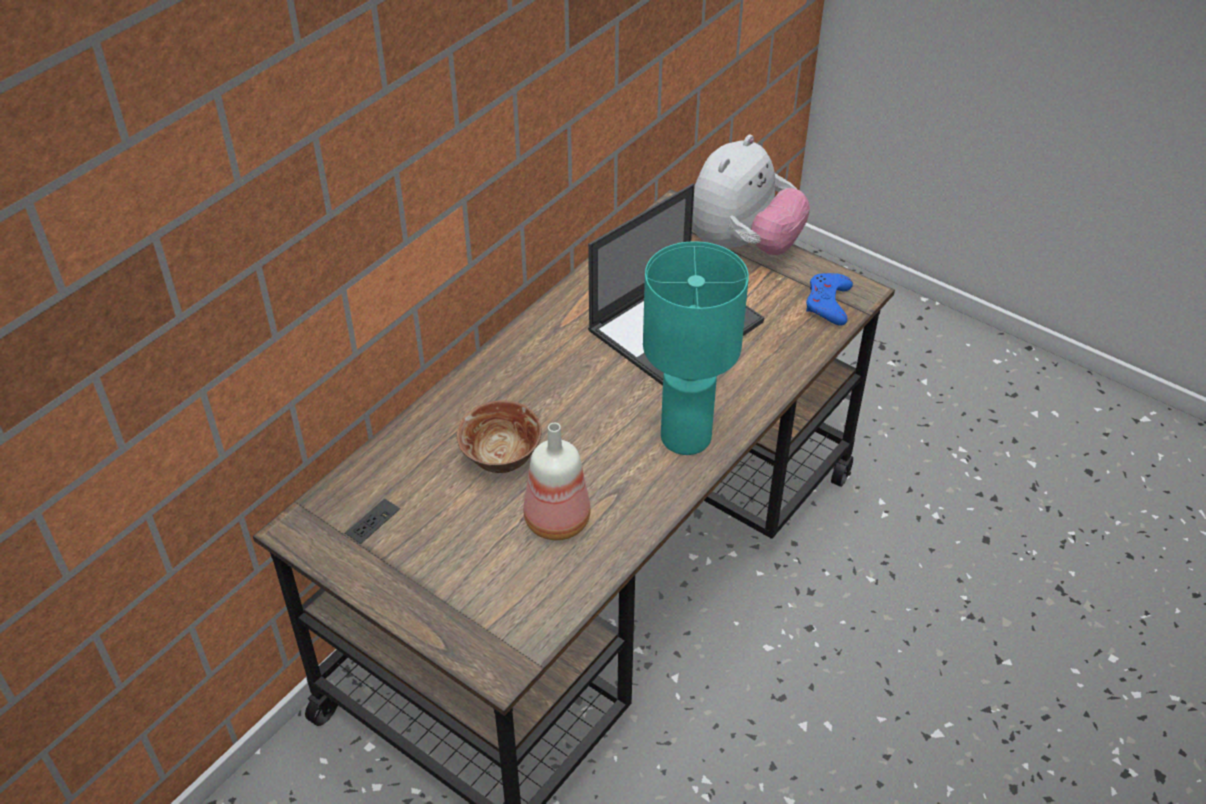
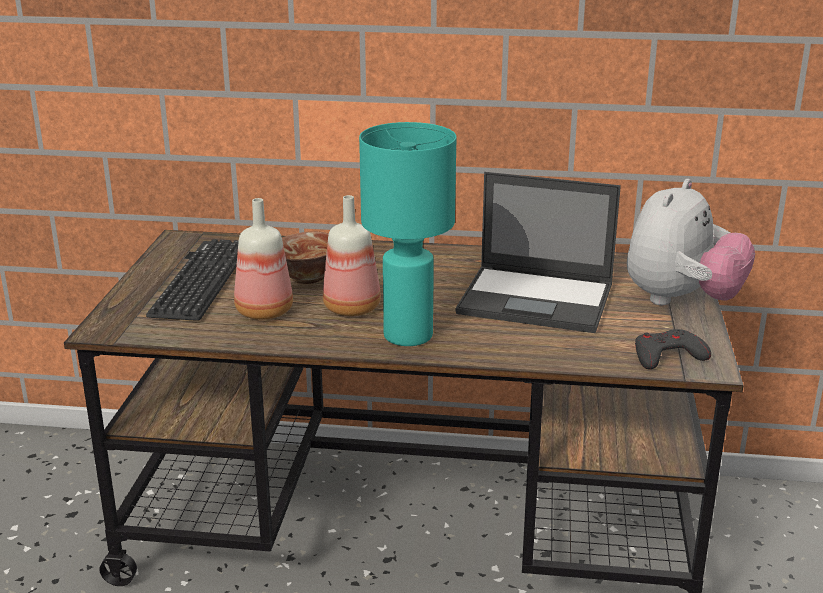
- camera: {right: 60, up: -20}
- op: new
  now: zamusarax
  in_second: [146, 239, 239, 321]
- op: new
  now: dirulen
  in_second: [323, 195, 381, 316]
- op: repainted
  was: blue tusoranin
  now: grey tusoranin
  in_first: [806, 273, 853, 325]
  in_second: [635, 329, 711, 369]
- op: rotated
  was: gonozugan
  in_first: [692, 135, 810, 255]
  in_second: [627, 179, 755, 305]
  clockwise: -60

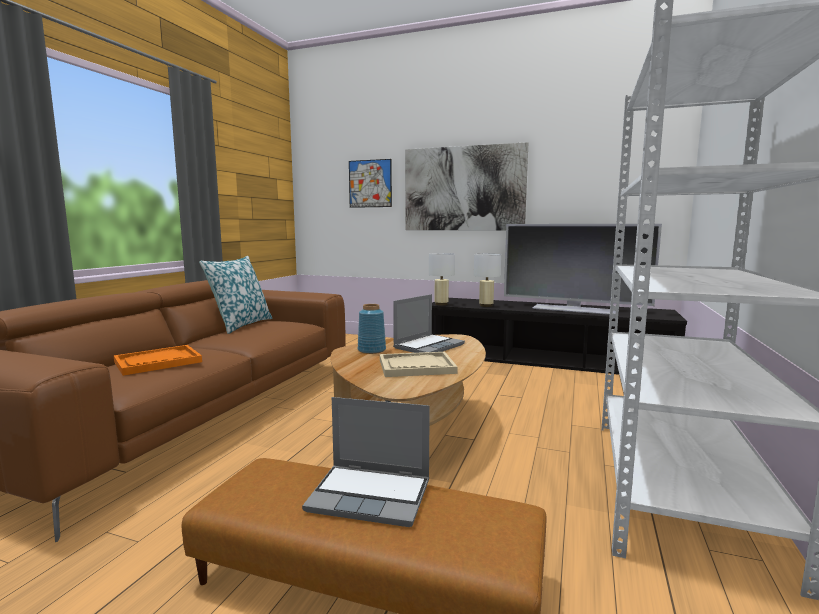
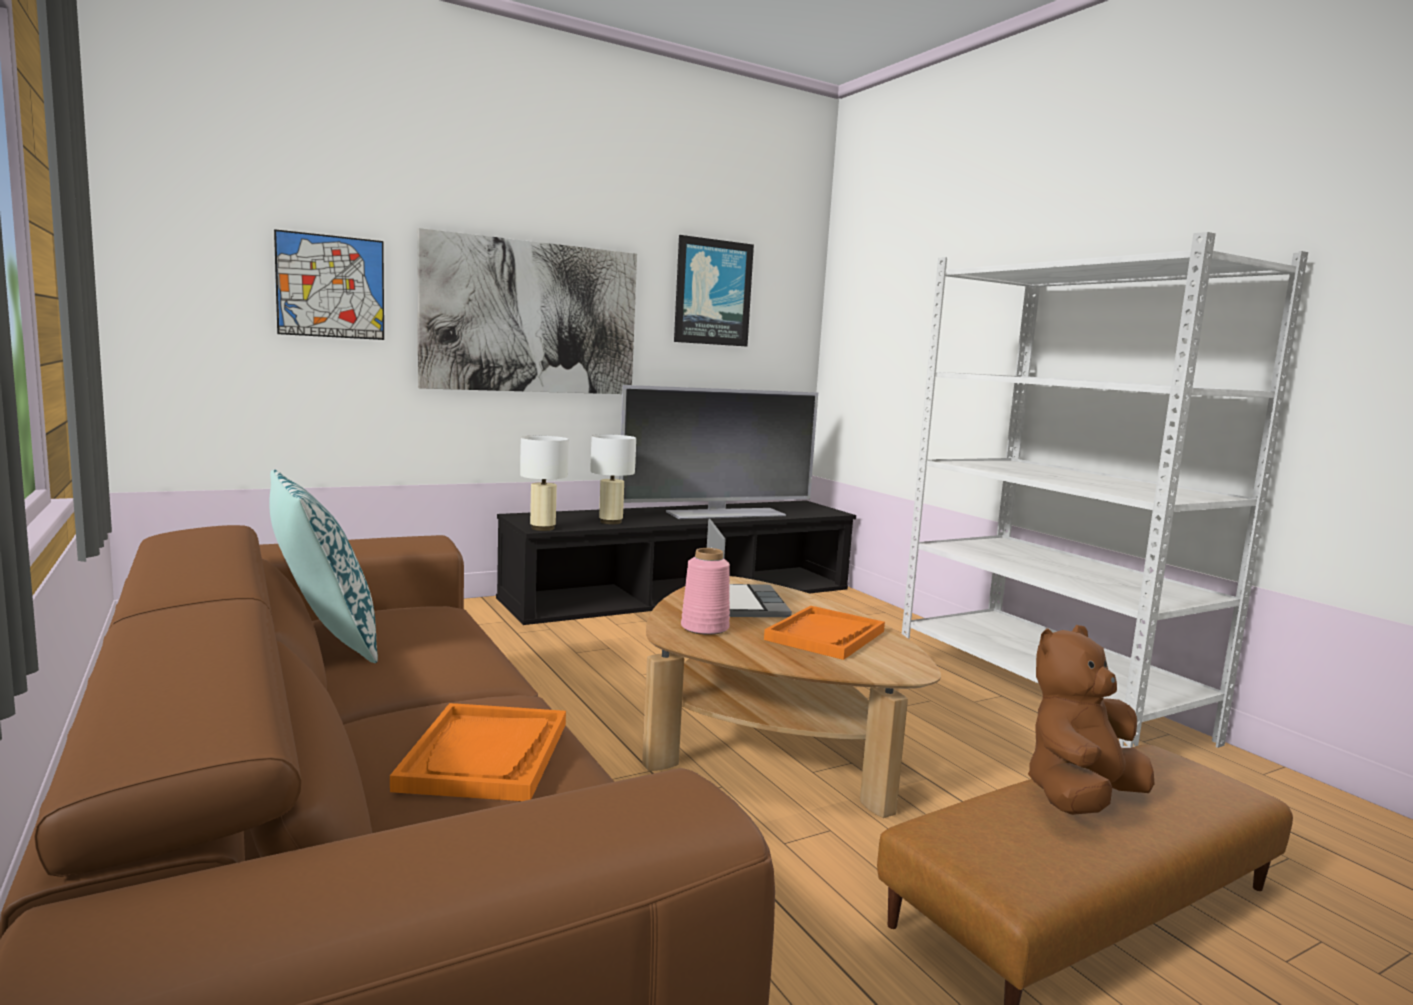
- camera: {right: -50, up: 0}
- op: new
  now: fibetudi
  in_second: [674, 235, 754, 346]
- op: swapped
  was: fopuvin
  now: brown gonozugan
  in_first: [302, 397, 430, 527]
  in_second: [1028, 625, 1155, 815]
- op: repainted
  was: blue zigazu
  now: pink zigazu
  in_first: [358, 304, 386, 354]
  in_second: [681, 548, 730, 635]
- op: repainted
  was: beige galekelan
  now: orange galekelan
  in_first: [380, 352, 458, 377]
  in_second: [764, 606, 885, 660]

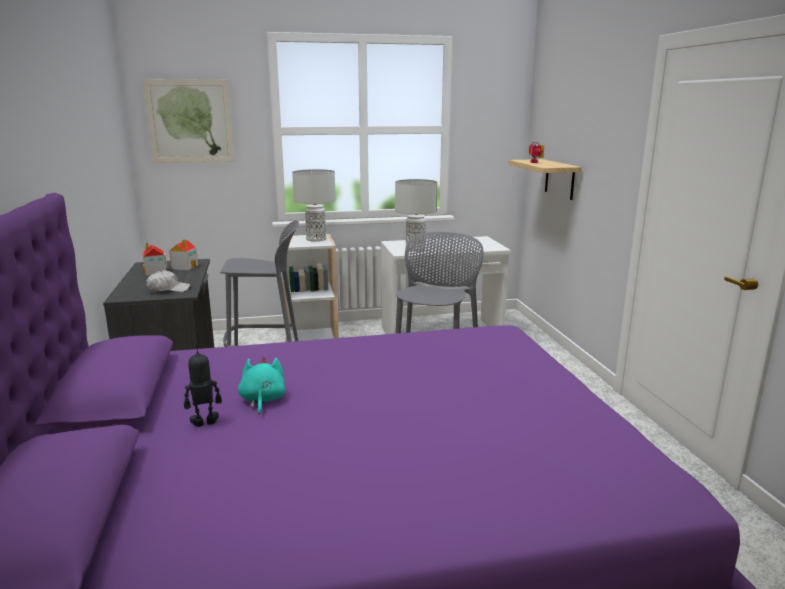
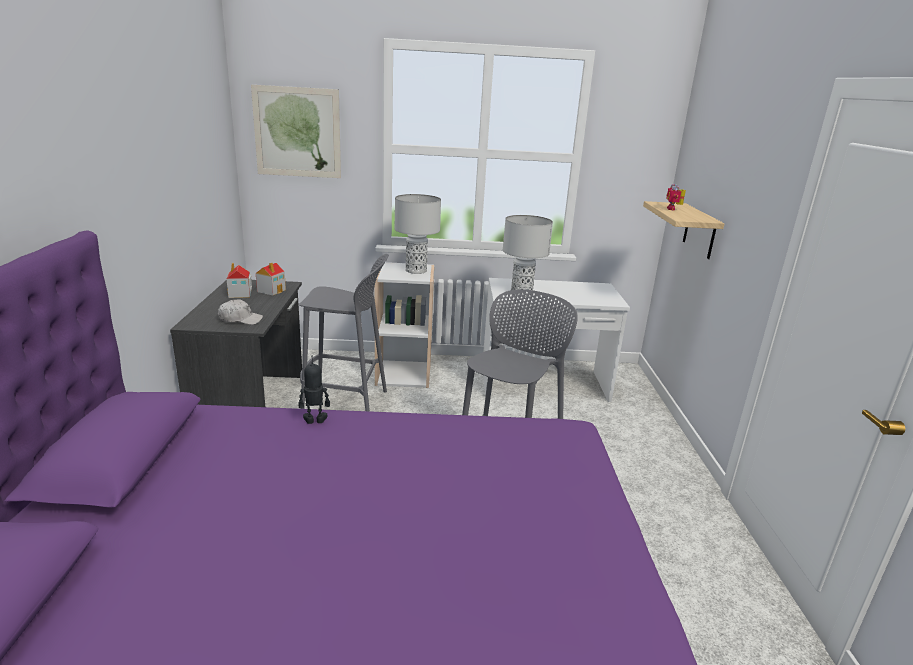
- camera: {right: 10, up: 5}
- op: gone
  was: turquoise gonozugan
  in_first: [238, 356, 285, 415]
- op: shifted
  was: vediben
  in_first: [184, 344, 222, 427]
  in_second: [298, 356, 330, 424]

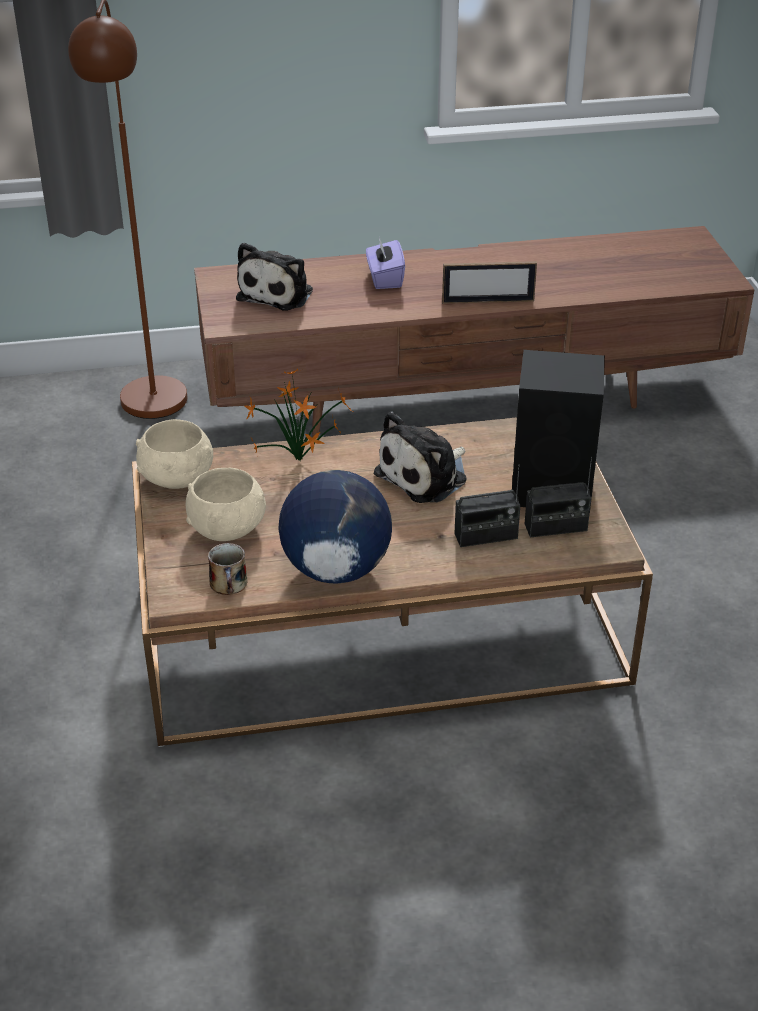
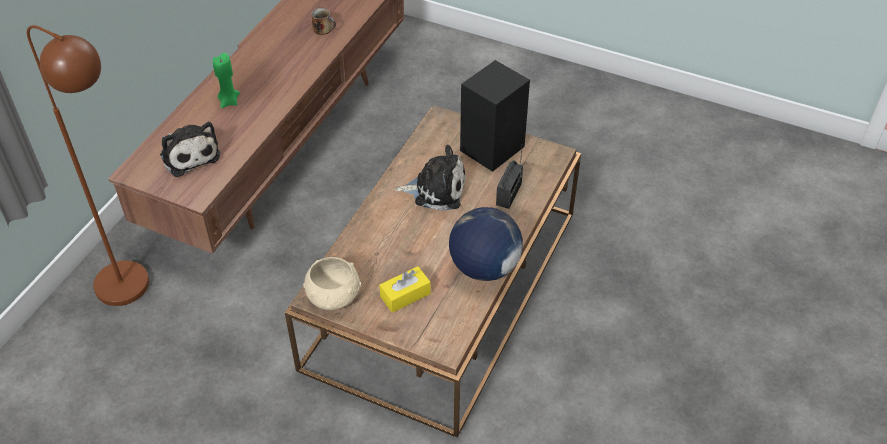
- camera: {right: -55, up: 10}
- op: gone
  was: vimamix
  in_first: [245, 369, 352, 461]
- op: gone
  was: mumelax
  in_first: [442, 261, 537, 304]
- op: gone
  was: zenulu
  in_first: [525, 457, 592, 537]
- op: shifted
  was: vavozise
  in_first: [208, 543, 248, 595]
  in_second: [311, 8, 336, 35]
- op: swapped
  was: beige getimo
  now: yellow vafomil
  in_first: [186, 468, 266, 541]
  in_second: [379, 266, 431, 313]
- op: swapped
  was: purple vafomil
  now: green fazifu
  in_first: [366, 237, 405, 289]
  in_second: [213, 53, 240, 108]
- op: rotated
  was: gonozugan
  in_first: [373, 411, 467, 503]
  in_second: [395, 145, 466, 211]
  clockwise: -75

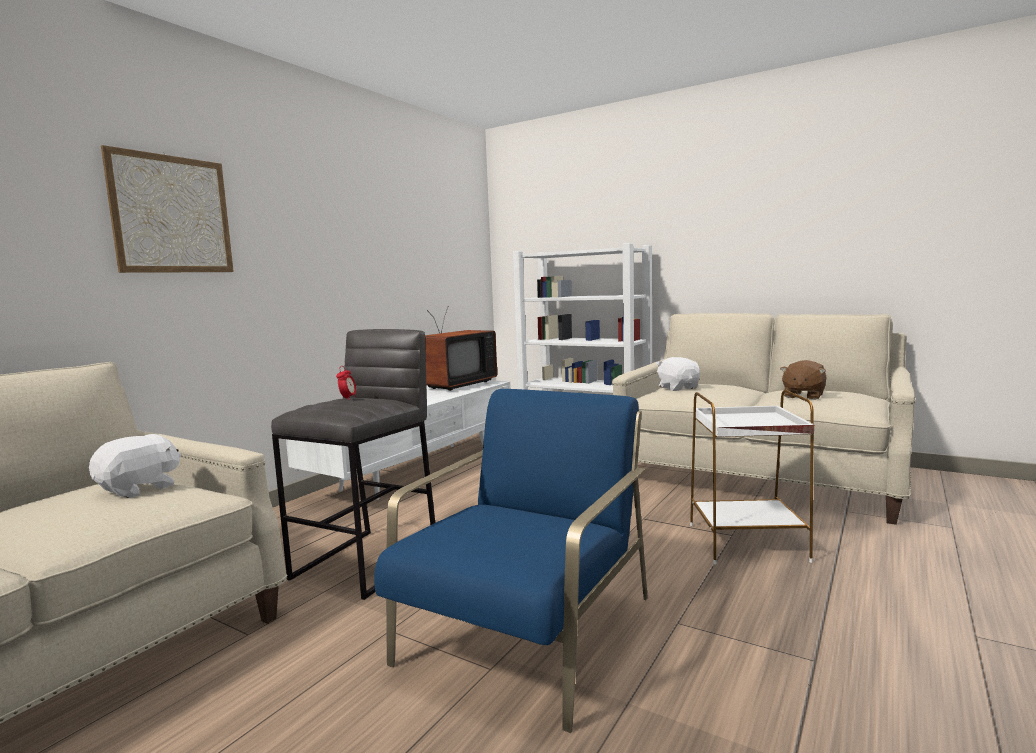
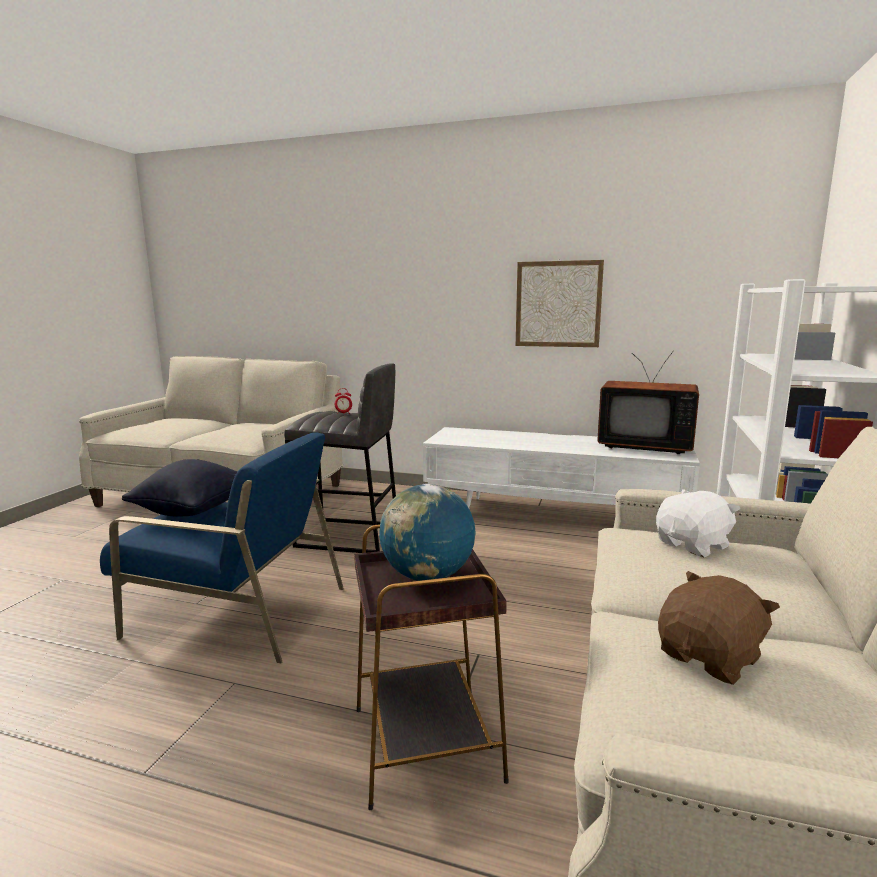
- camera: {right: 75, up: 5}
- op: gone
  was: white gonozugan
  in_first: [89, 434, 181, 498]
- op: new
  now: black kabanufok
  in_second: [122, 459, 237, 516]
- op: new
  now: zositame
  in_second: [379, 484, 476, 581]
- op: shifted
  was: fibetudi
  in_first: [101, 145, 234, 273]
  in_second: [516, 260, 604, 347]
- op: repainted
  was: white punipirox
  now: brown punipirox
  in_first: [690, 390, 814, 564]
  in_second: [354, 524, 509, 810]
- op: rotated
  was: brown gonozugan
  in_first: [780, 360, 826, 400]
  in_second: [658, 571, 780, 685]
  clockwise: 120

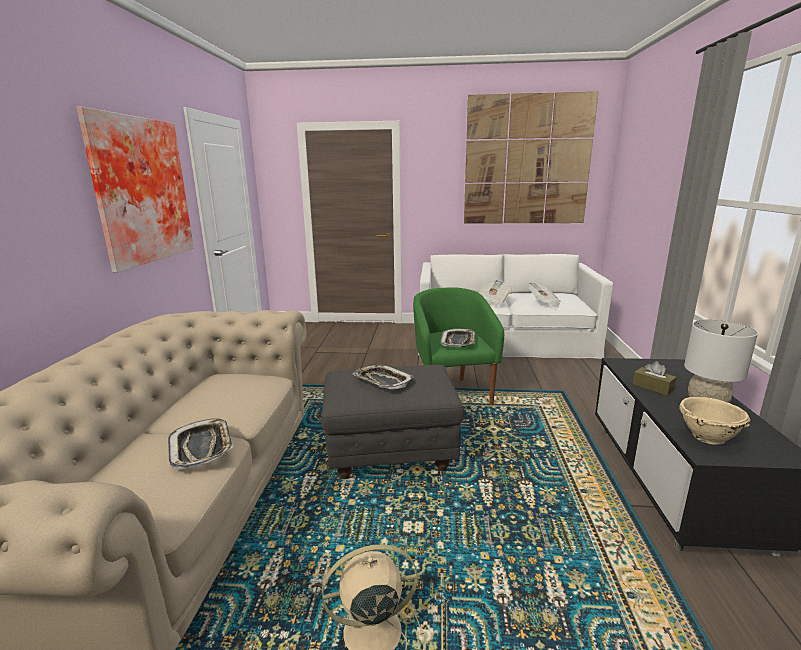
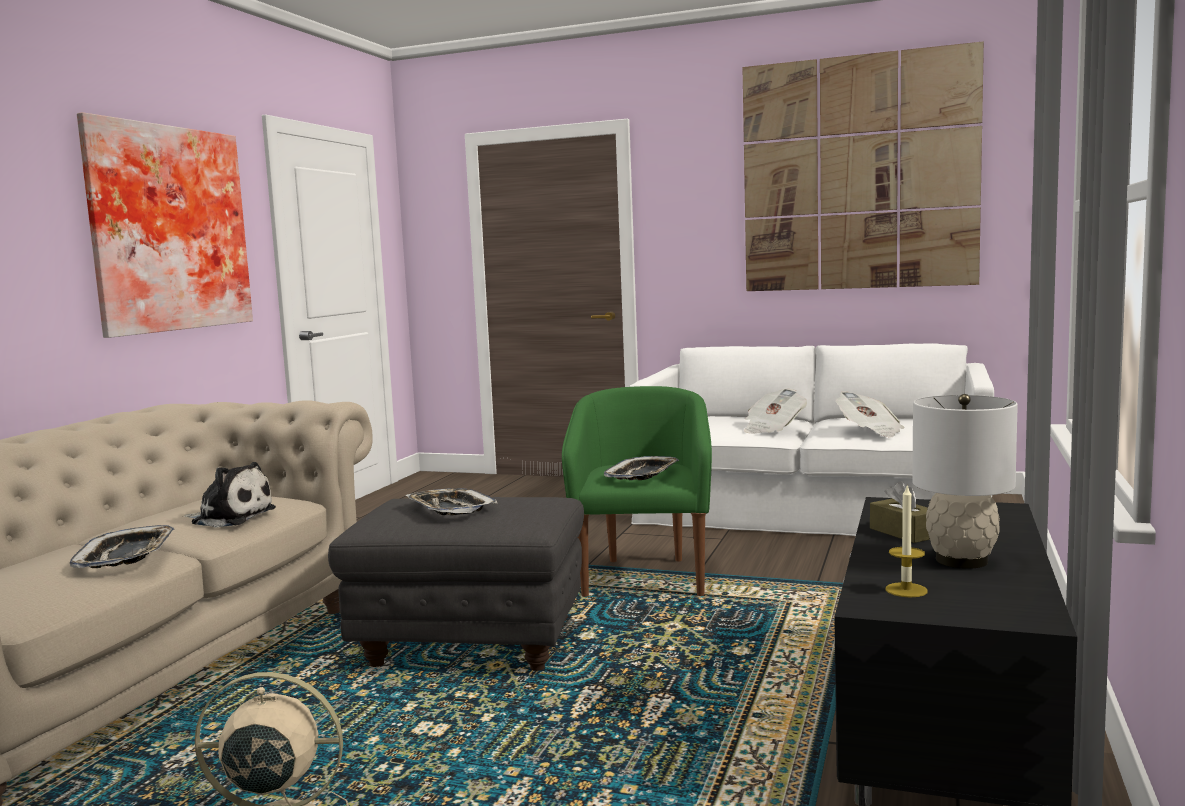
- camera: {right: 15, up: -10}
- op: new
  now: gonozugan
  in_second: [181, 462, 276, 528]
- op: swapped
  was: beige getimo
  now: fazifu
  in_first: [679, 397, 750, 445]
  in_second: [886, 485, 927, 597]

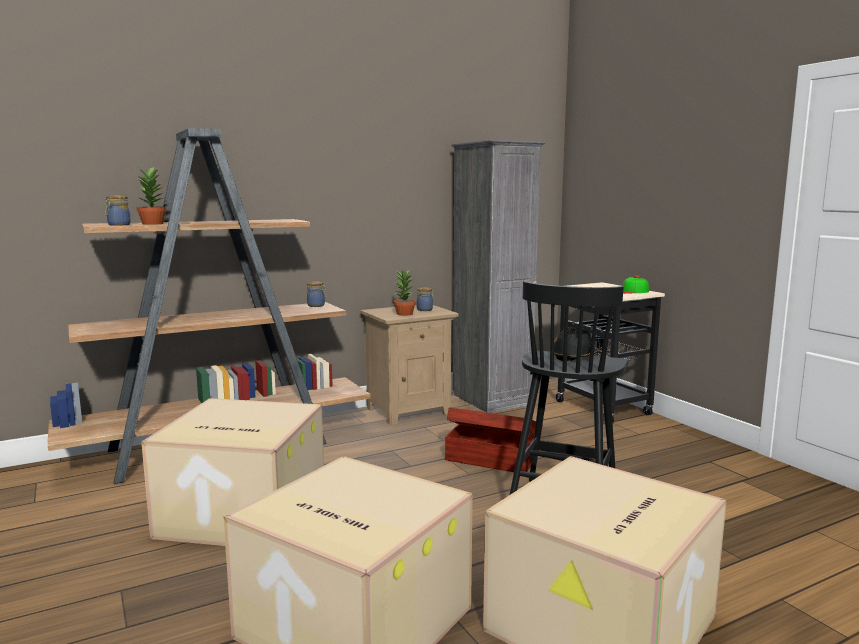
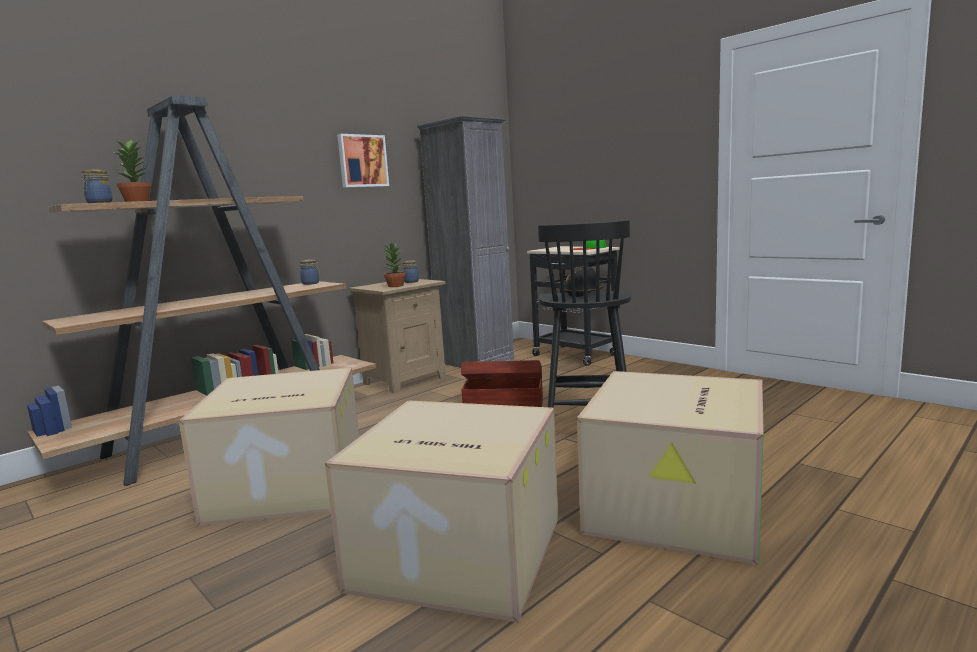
- camera: {right: -15, up: 0}
- op: new
  now: fibetudi
  in_second: [337, 134, 389, 188]

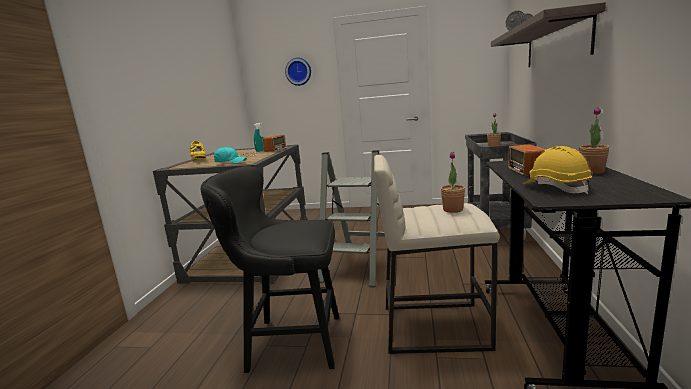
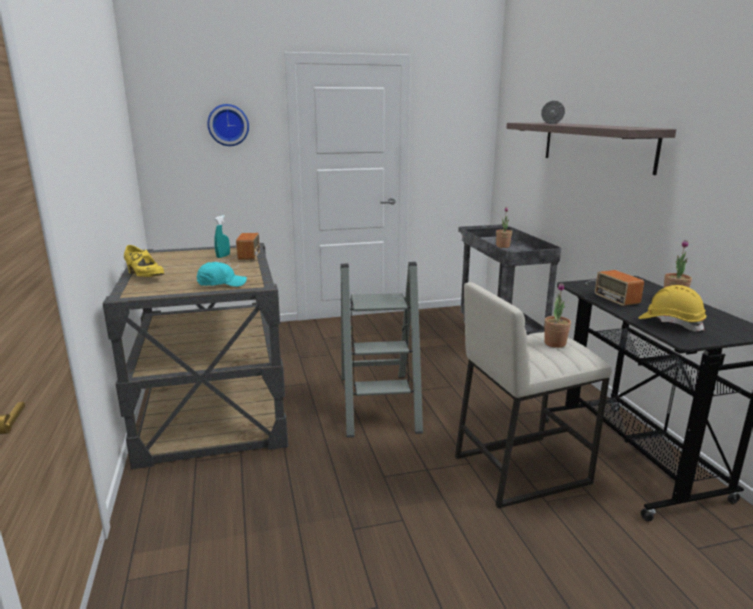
- camera: {right: -25, up: 5}
- op: gone
  was: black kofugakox
  in_first: [201, 166, 339, 373]

